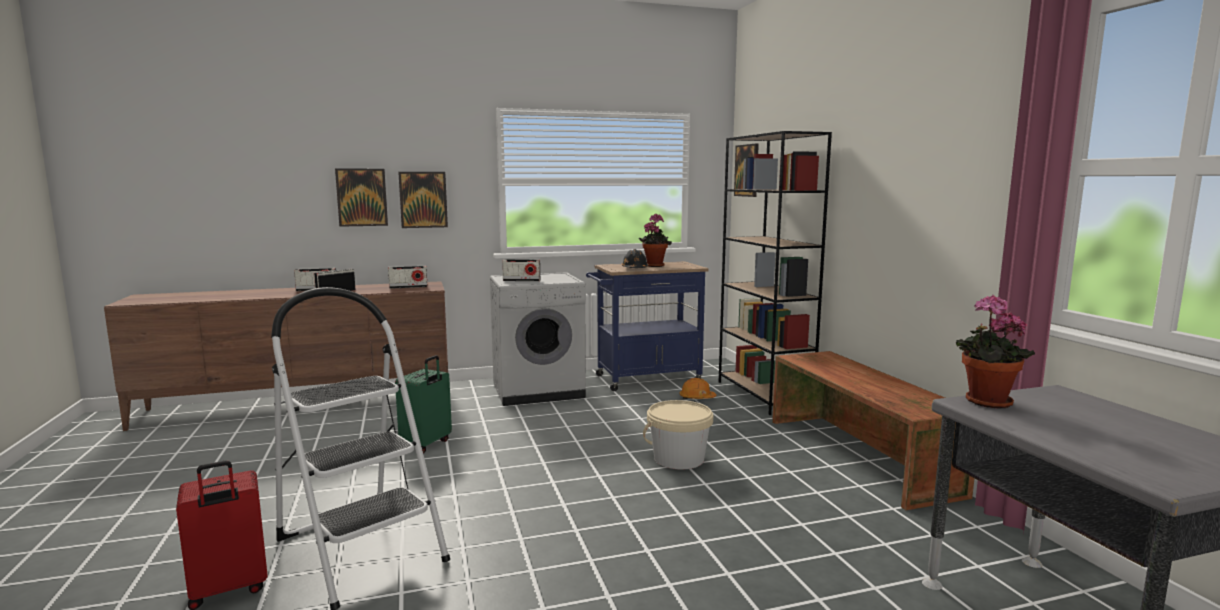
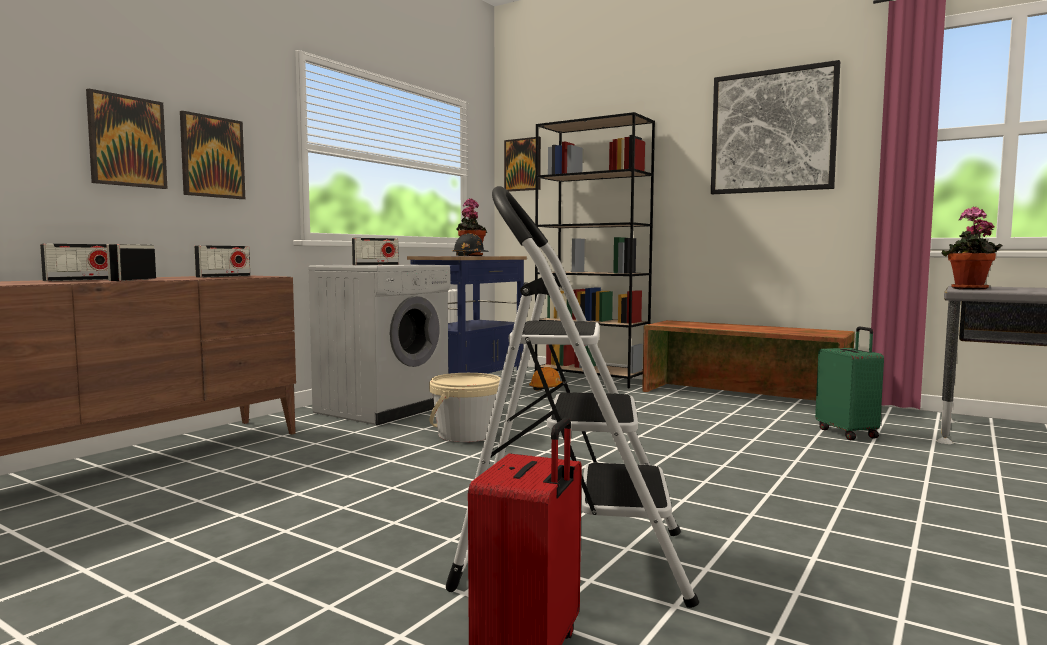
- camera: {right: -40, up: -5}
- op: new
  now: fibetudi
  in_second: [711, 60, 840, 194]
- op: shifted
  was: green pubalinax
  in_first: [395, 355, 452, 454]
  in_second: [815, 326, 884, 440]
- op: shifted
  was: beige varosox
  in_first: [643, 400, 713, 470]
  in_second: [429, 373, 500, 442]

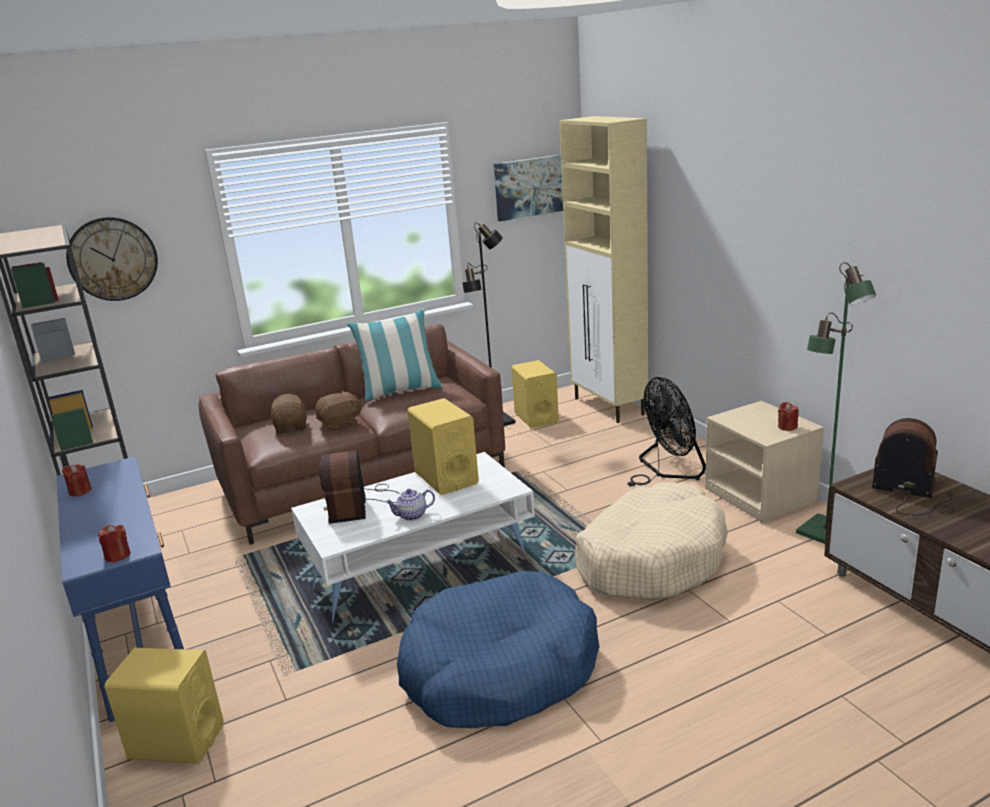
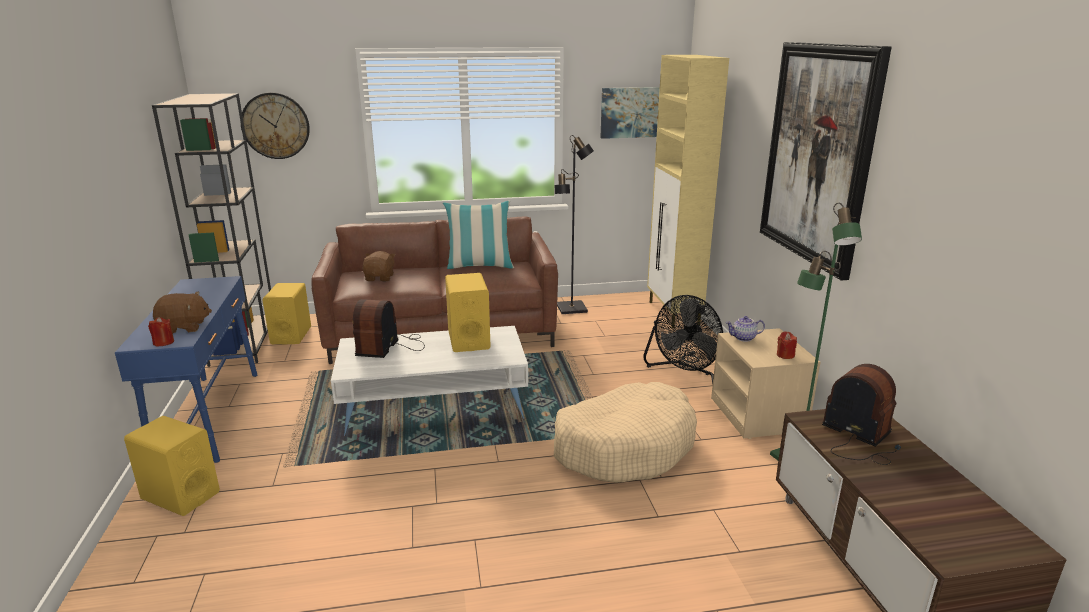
- camera: {right: 15, up: 0}
- op: gone
  was: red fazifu
  in_first: [62, 464, 91, 496]
- op: gone
  was: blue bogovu
  in_first: [397, 571, 599, 729]
- op: new
  now: fibetudi
  in_second: [760, 42, 892, 280]
- op: shifted
  was: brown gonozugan
  in_first: [315, 391, 363, 431]
  in_second: [153, 292, 212, 333]
- op: shifted
  was: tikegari
  in_first: [385, 489, 435, 521]
  in_second: [726, 316, 765, 342]
- op: shifted
  was: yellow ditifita
  in_first: [512, 360, 559, 428]
  in_second: [262, 283, 311, 344]
- op: rotated
  was: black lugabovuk
  in_first: [627, 377, 706, 486]
  in_second: [643, 295, 723, 384]
  clockwise: 135

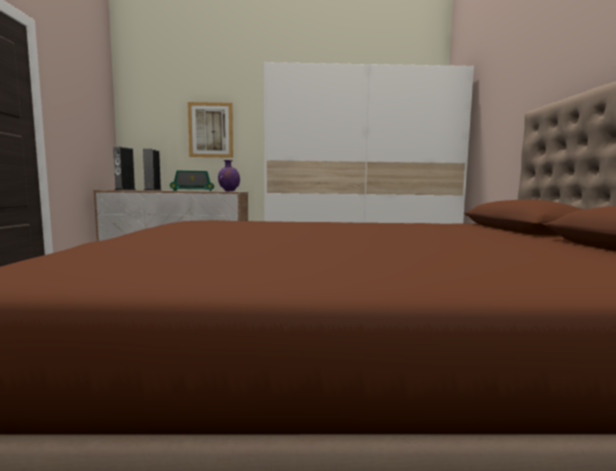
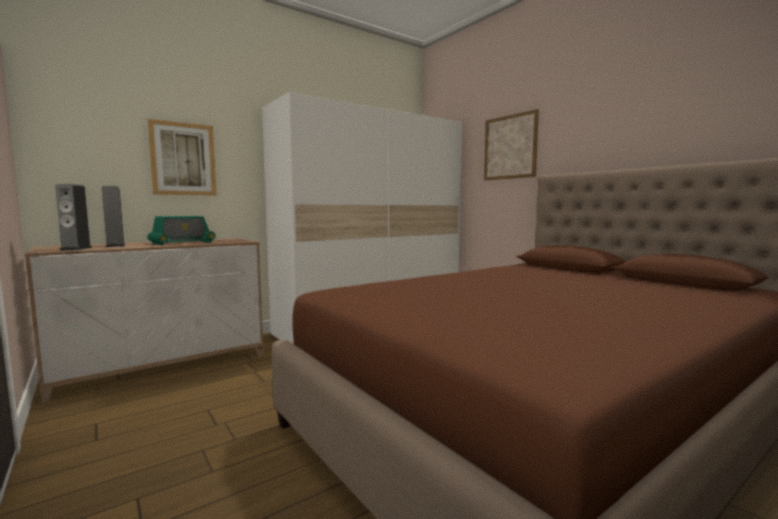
- camera: {right: -35, up: 0}
- op: gone
  was: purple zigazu
  in_first: [218, 160, 240, 191]
- op: new
  now: fibetudi
  in_second: [484, 109, 539, 180]

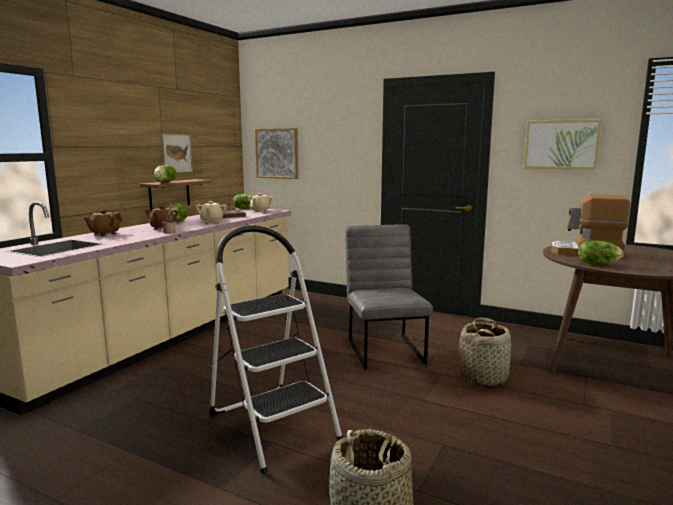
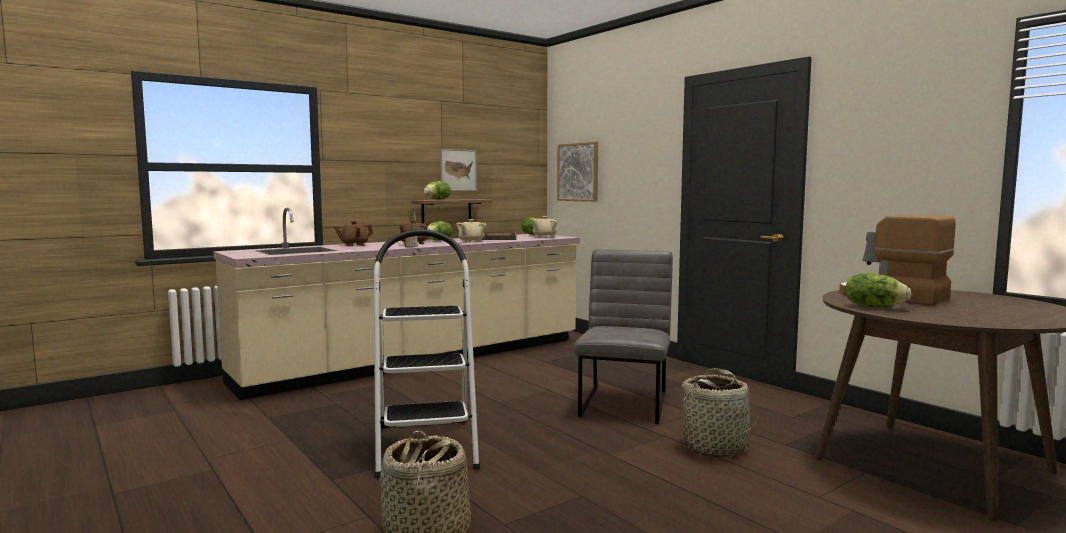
- camera: {right: 25, up: -5}
- op: gone
  was: fibetudi
  in_first: [523, 119, 602, 170]

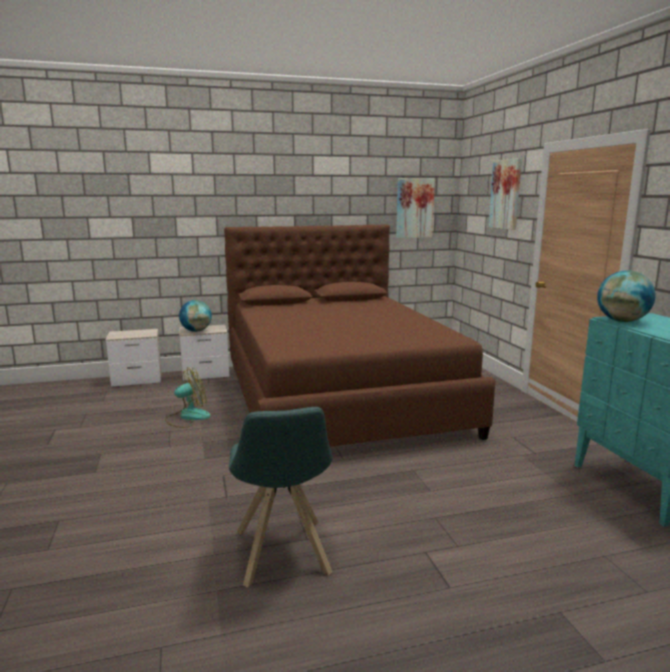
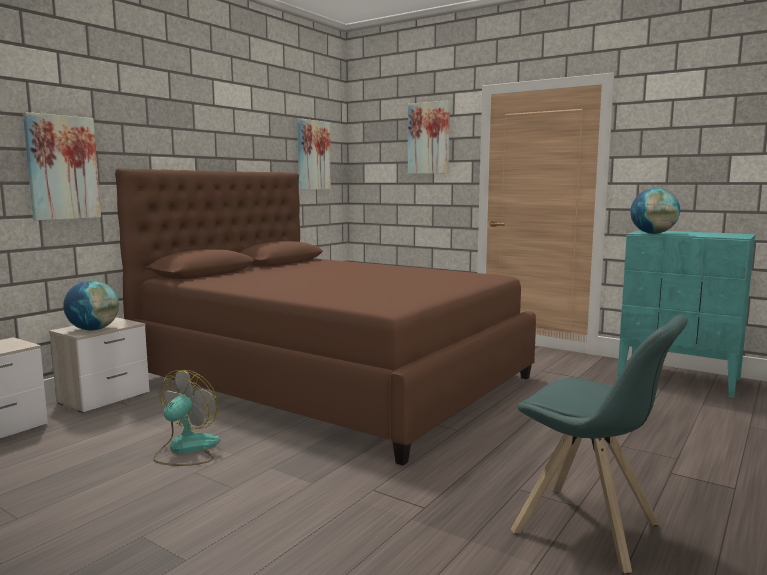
- camera: {right: -40, up: -5}
- op: new
  now: fibetudi
  in_second: [23, 112, 101, 221]

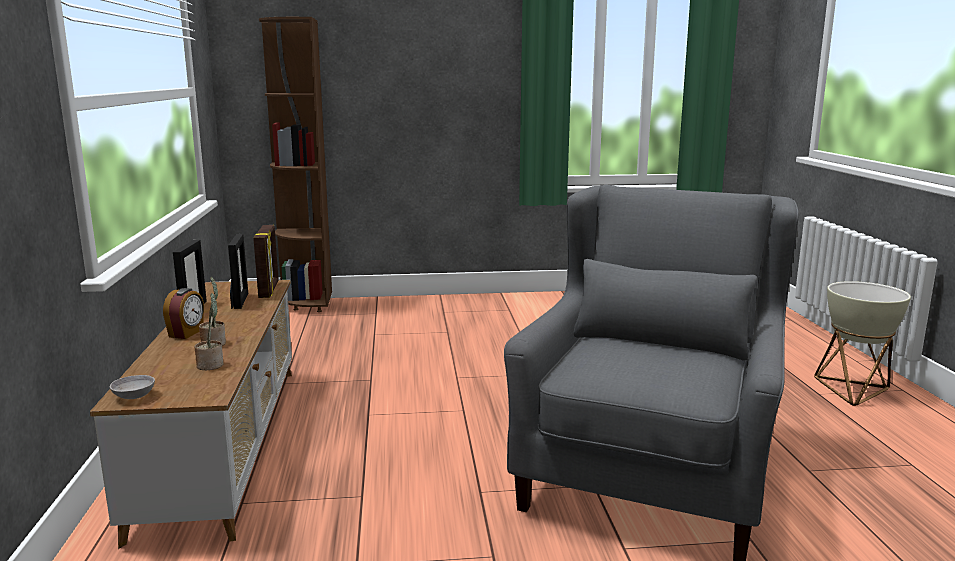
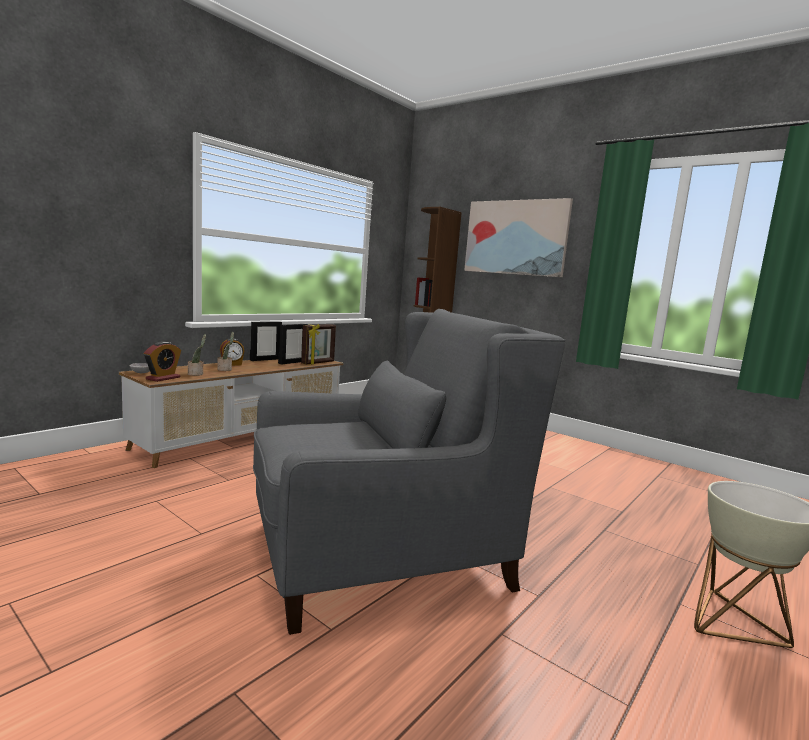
- camera: {right: 45, up: -5}
- op: new
  now: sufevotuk
  in_second: [144, 341, 181, 382]
- op: new
  now: fibetudi
  in_second: [464, 198, 573, 277]

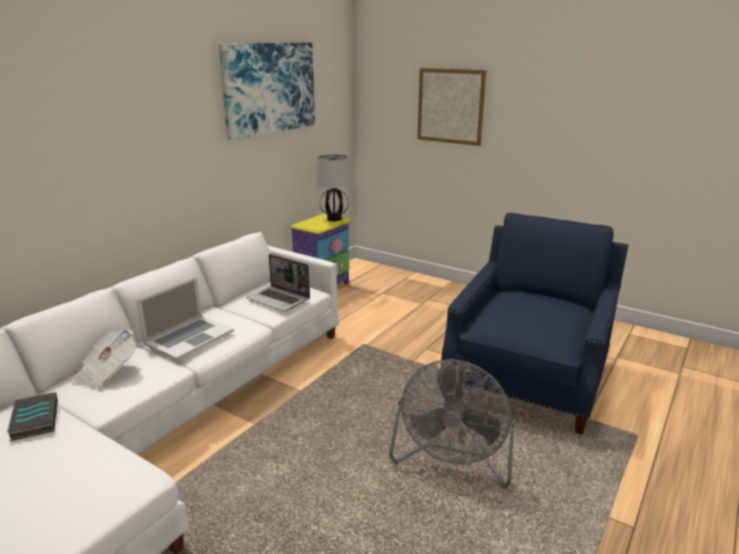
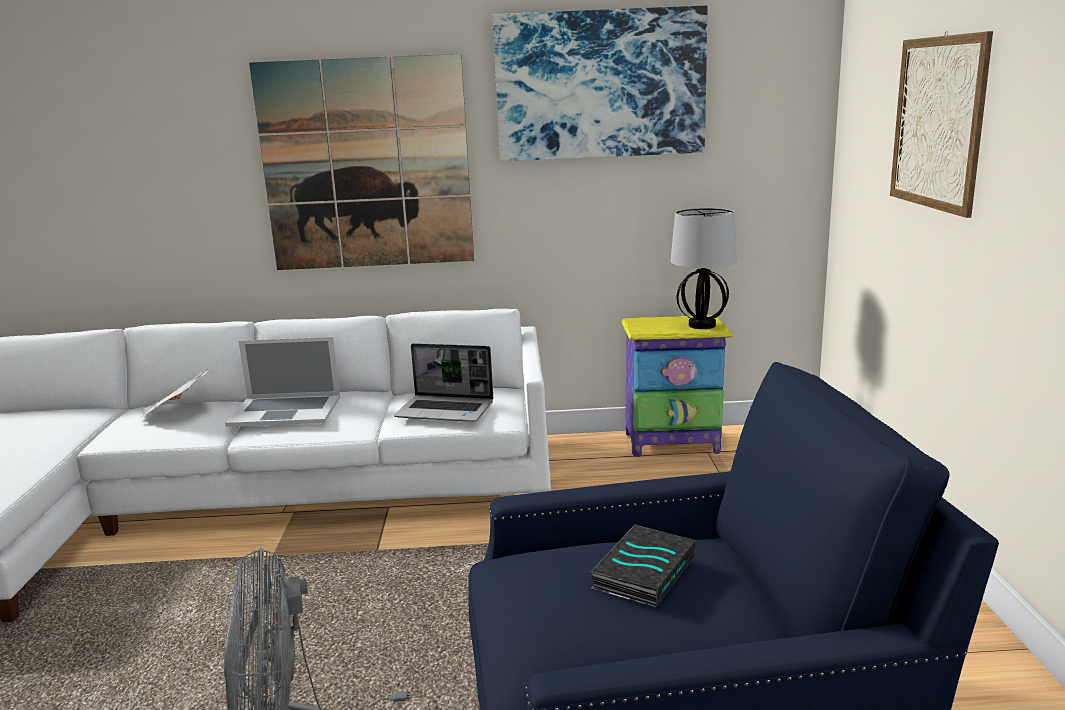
- camera: {right: 55, up: -5}
- op: new
  now: fibetudi
  in_second: [249, 54, 474, 270]
- op: shifted
  was: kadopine
  in_first: [7, 392, 58, 441]
  in_second: [591, 525, 695, 608]
- op: rotated
  was: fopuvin
  in_first: [246, 254, 310, 311]
  in_second: [394, 343, 493, 422]
  clockwise: -75

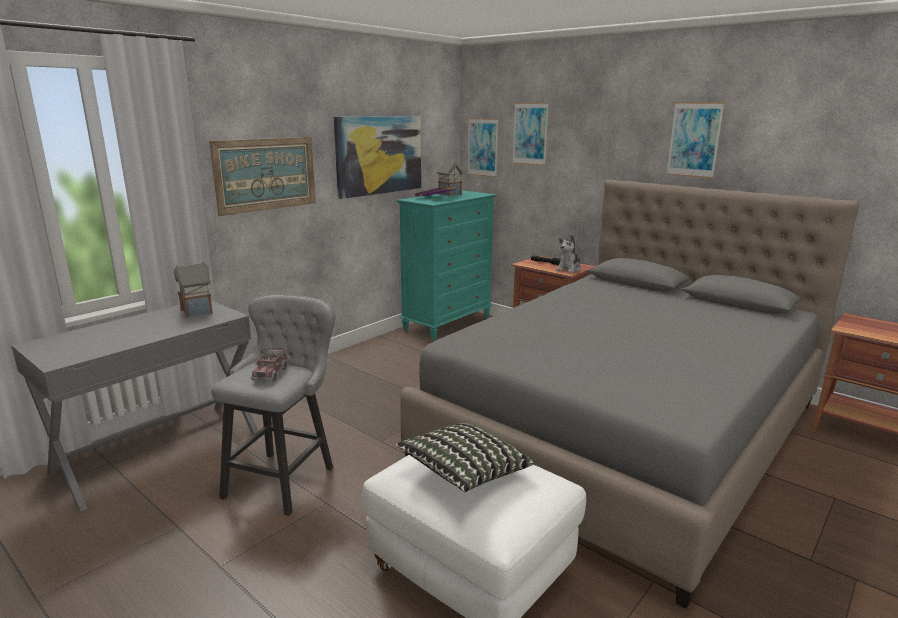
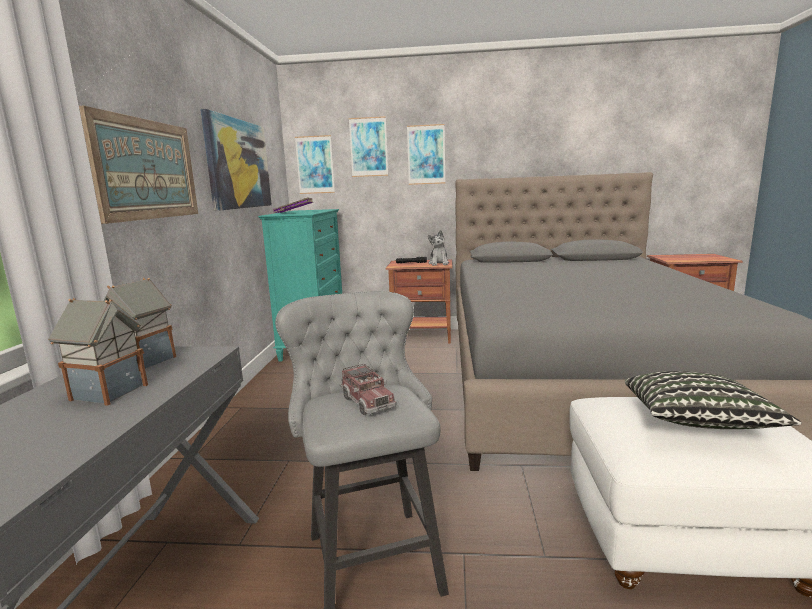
- camera: {right: -35, up: -5}
- op: shifted
  was: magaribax
  in_first: [437, 160, 463, 196]
  in_second: [48, 298, 148, 406]
- op: shifted
  was: fibetudi
  in_first: [666, 102, 725, 178]
  in_second: [407, 124, 445, 185]

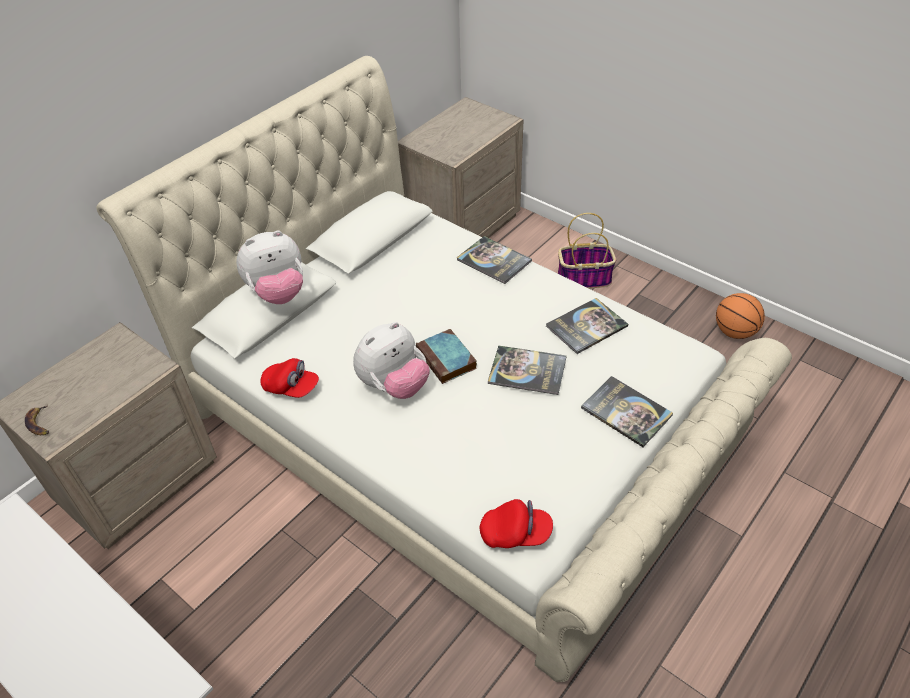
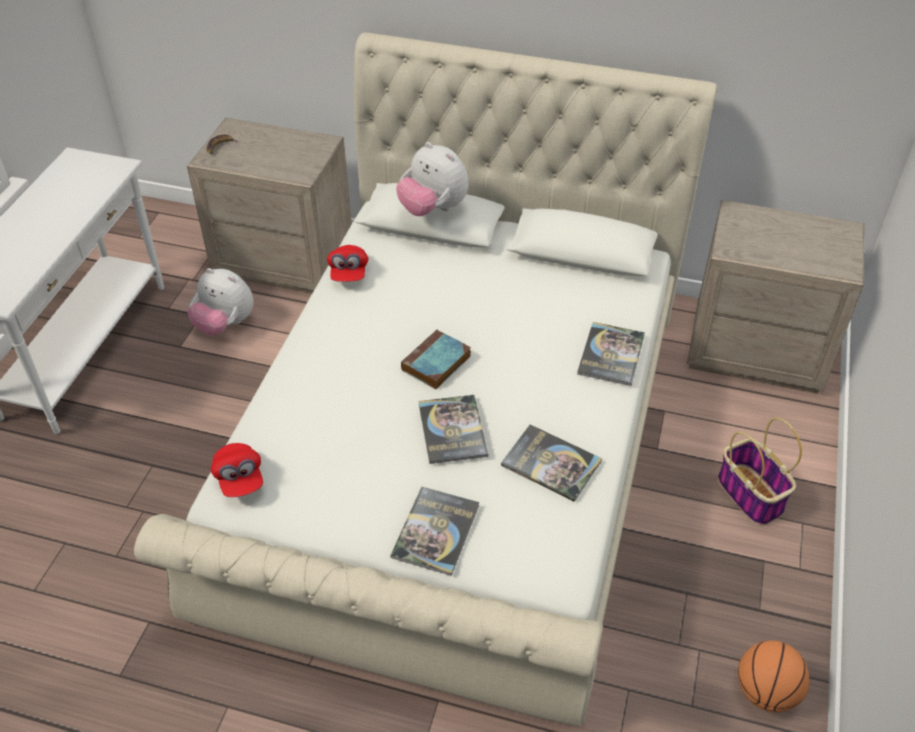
- camera: {right: 65, up: 0}
- op: shifted
  was: gonozugan
  in_first: [353, 322, 430, 399]
  in_second: [188, 268, 254, 336]

